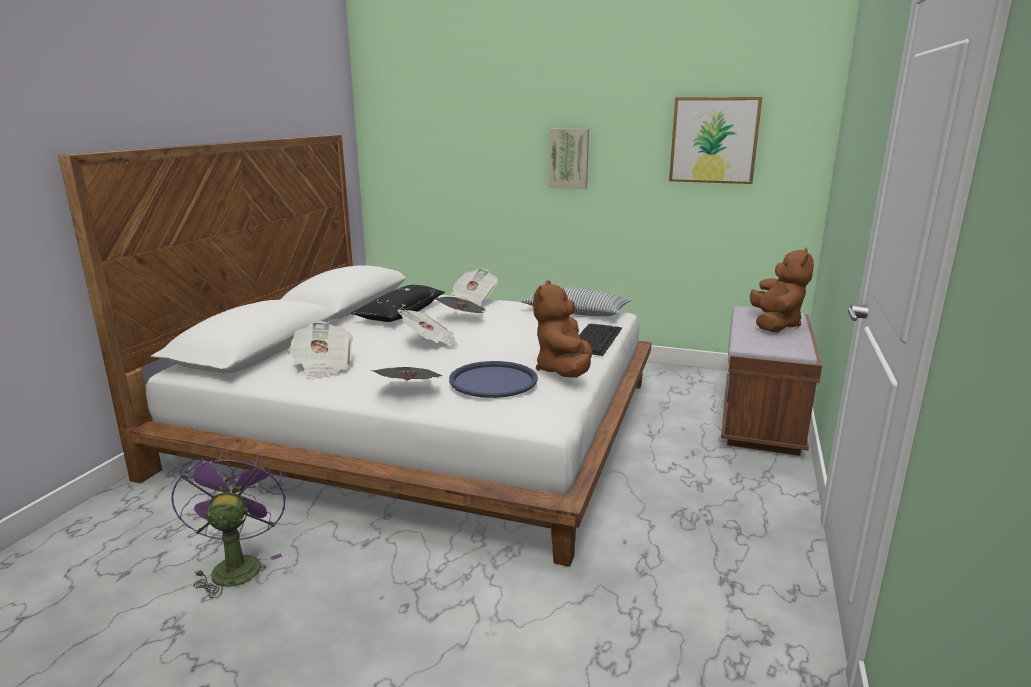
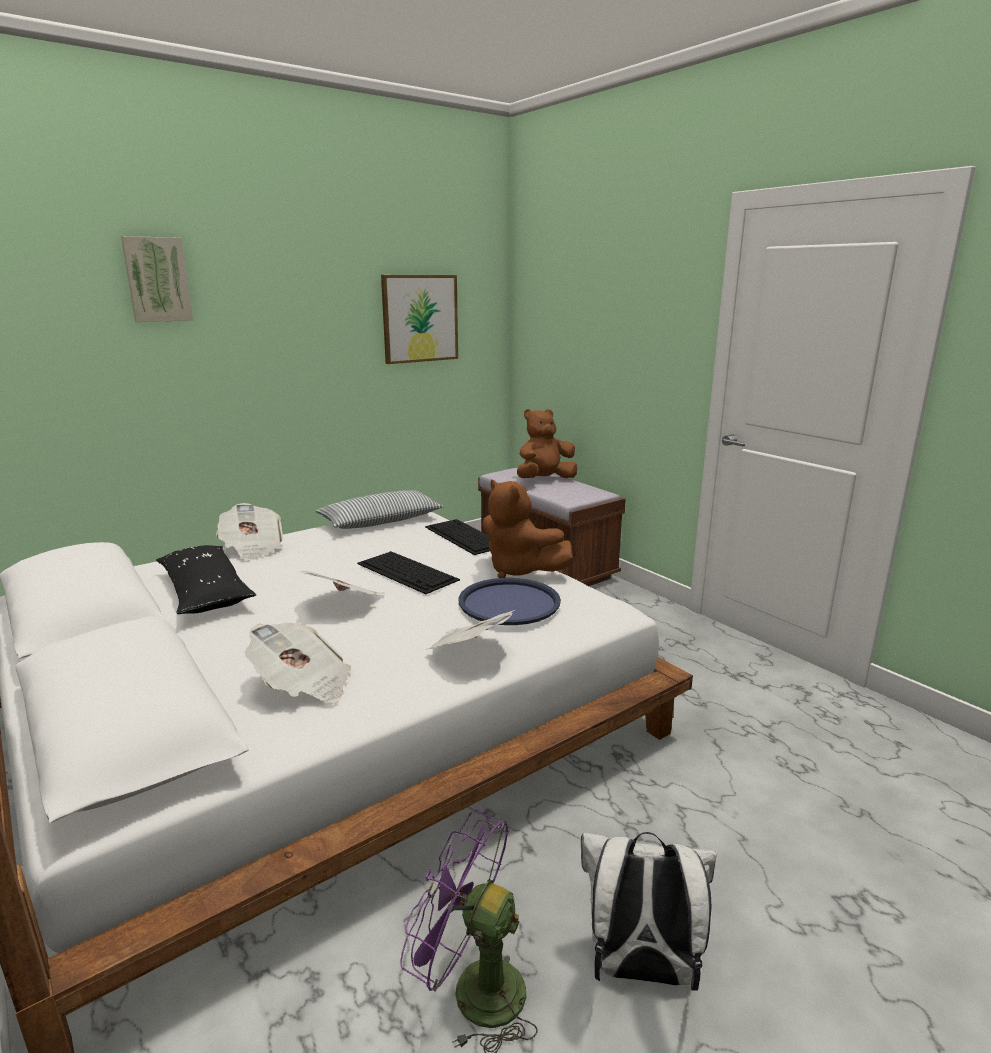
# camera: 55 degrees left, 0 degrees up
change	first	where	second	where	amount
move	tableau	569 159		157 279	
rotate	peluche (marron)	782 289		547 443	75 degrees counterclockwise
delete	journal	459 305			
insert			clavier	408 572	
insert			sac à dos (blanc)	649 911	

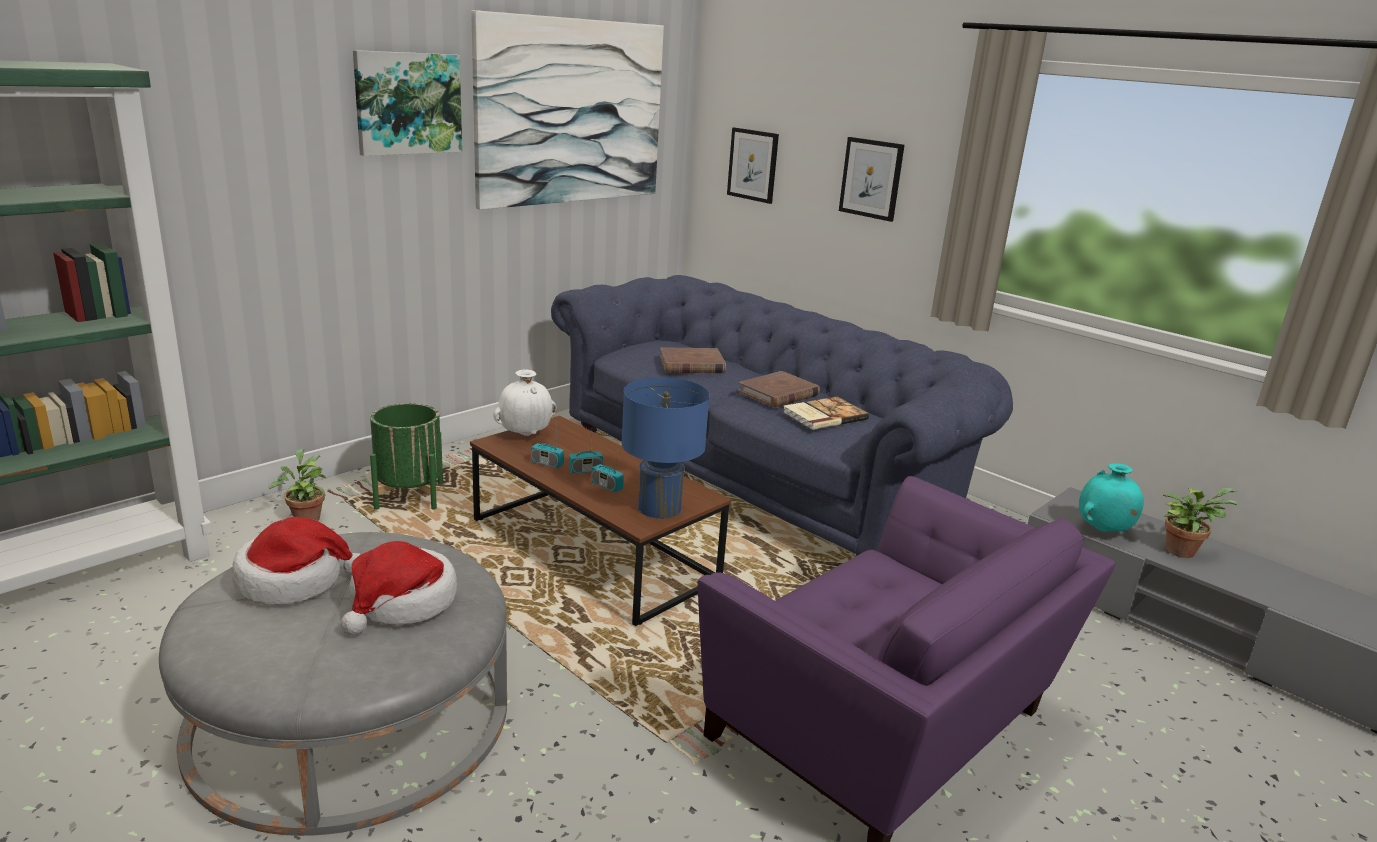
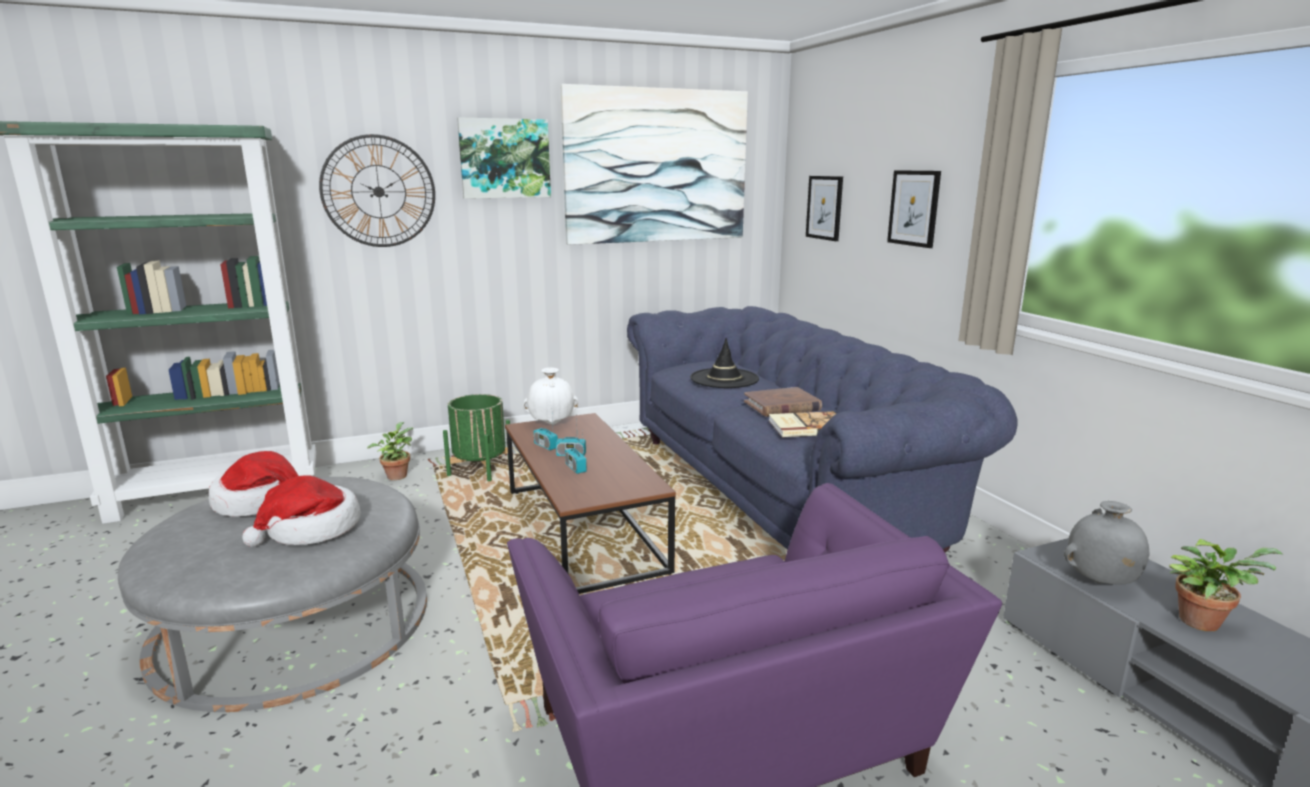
# camera: 25 degrees right, 5 degrees down
change	first	where	second	where	amount
replace	livre (marron)	693 360	chapeau (noir)	724 363	
delete	lampe de table (bleu)	666 448			
recolor	vase (turquoise)	1111 497	vase (gris)	1107 543	
insert			horloge murale	377 190	

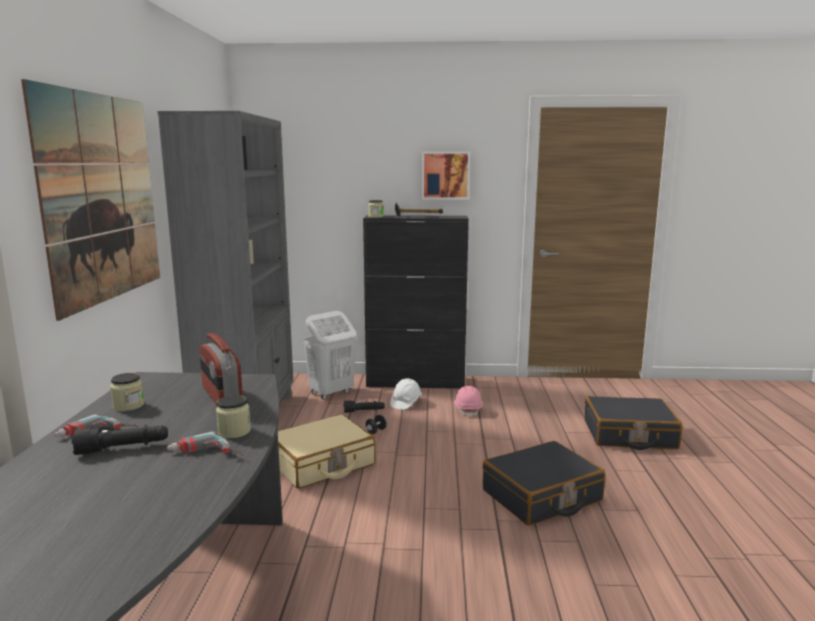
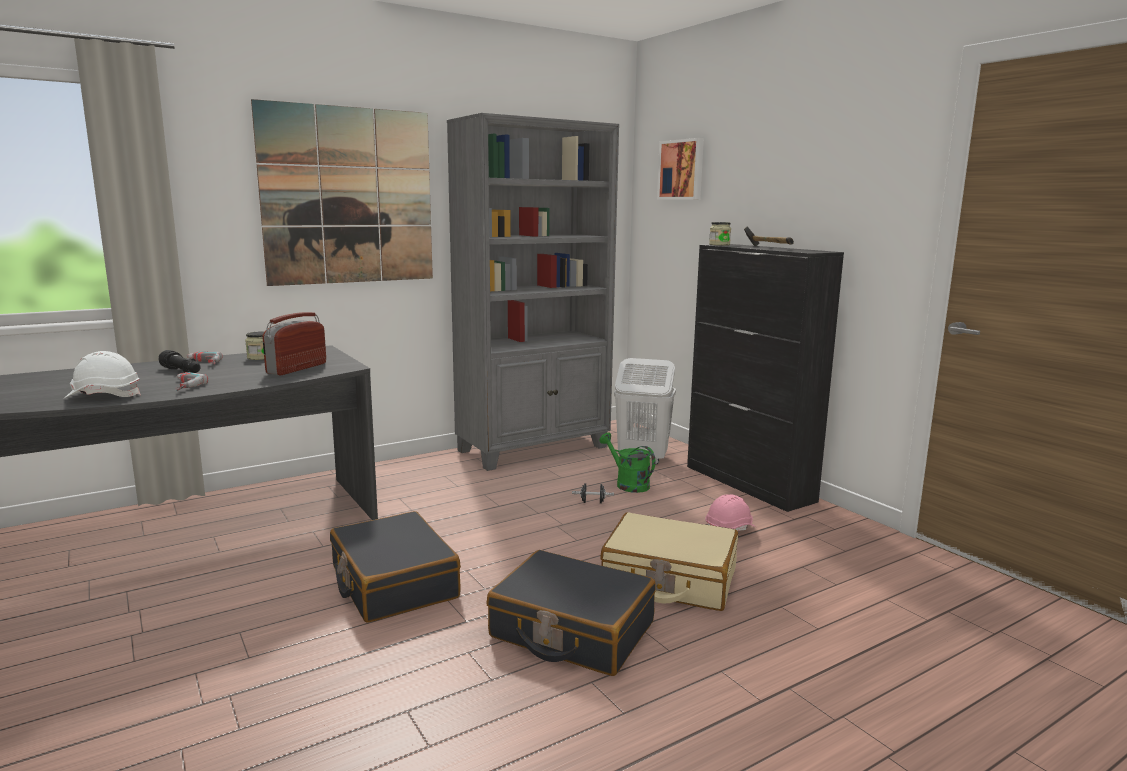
# camera: 55 degrees right, 0 degrees up
change	first	where	second	where	amount
move	tableau	446 175		680 169	
move	casque de chantier (blanc)	406 394		102 375	
delete	bocal	233 416			
move	valise (noir)	633 423		395 567	
replace	lampe de poche (noir)	364 407	arrosoir (vert)	627 462	
move	valise (beige)	327 451		669 561	

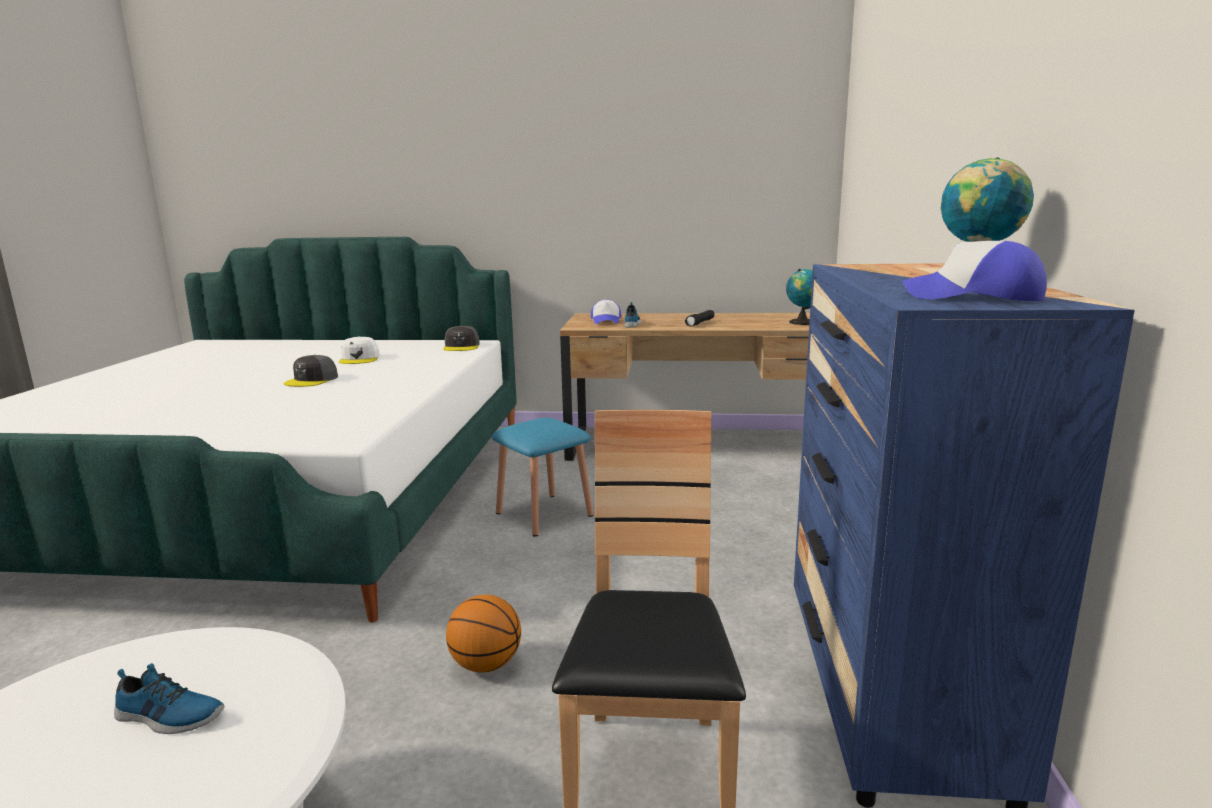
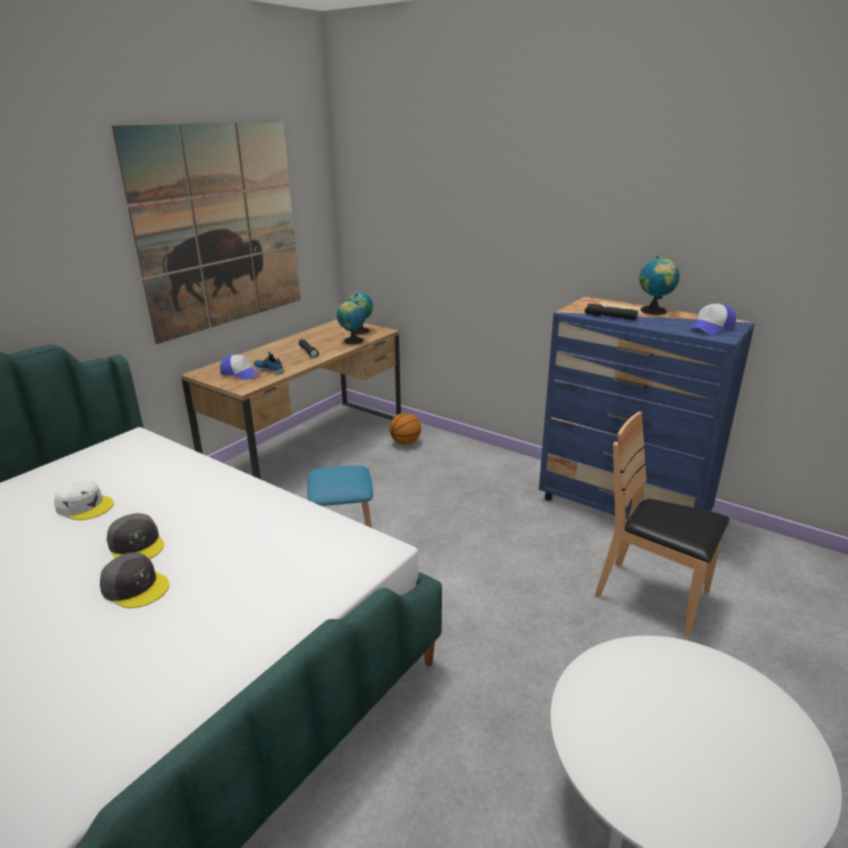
# camera: 60 degrees left, 10 degrees up
change	first	where	second	where	amount
move	casquette (gris)	461 338		134 580	
move	ballon de basket	483 634		405 429	
delete	chaussure	169 698			
insert			tableau	206 232	
insert			globe	351 322	
insert			lampe de poche (noir)	612 311	

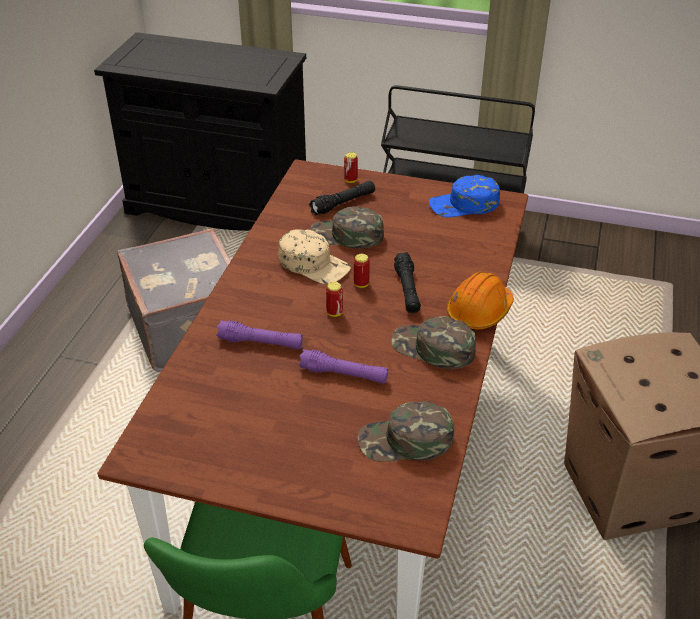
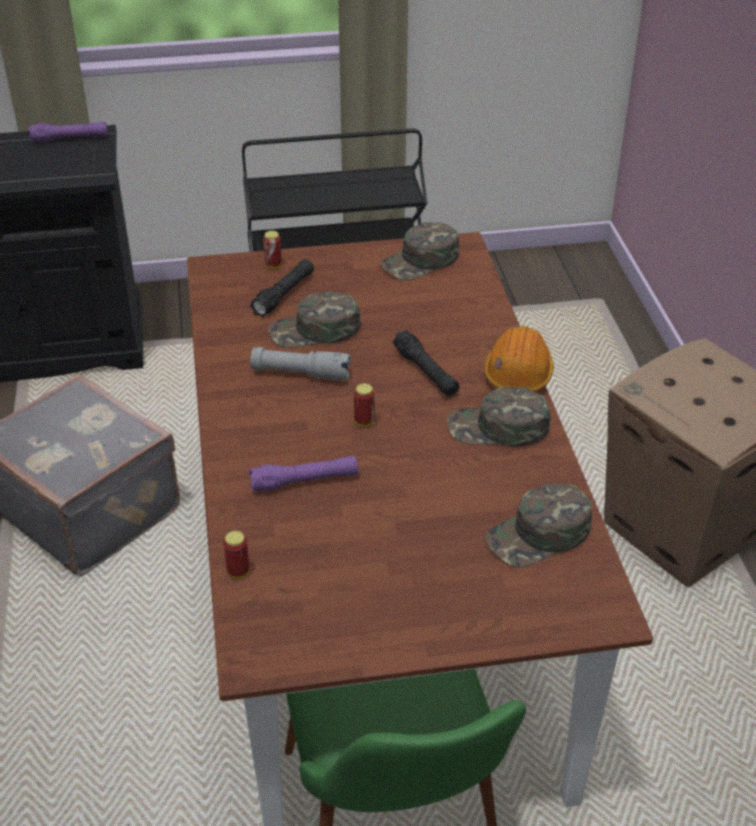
# camera: 25 degrees left, 0 degrees up
change	first	where	second	where	amount
recolor	casquette (bleu)	464 196	casquette (vert)	419 251	
replace	casquette (beige)	314 256	lampe de poche (gris)	300 364	
move	boîte métallique	362 271		236 555	
move	lampe de poche (violet)	343 366		67 132	

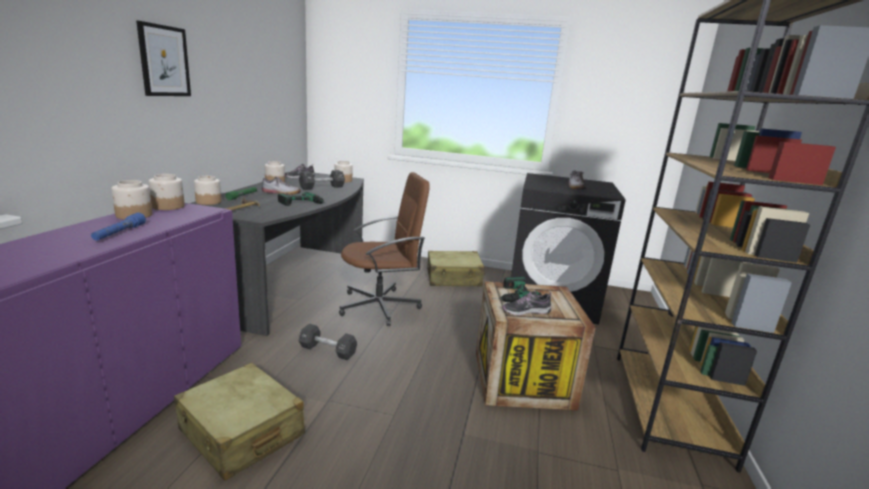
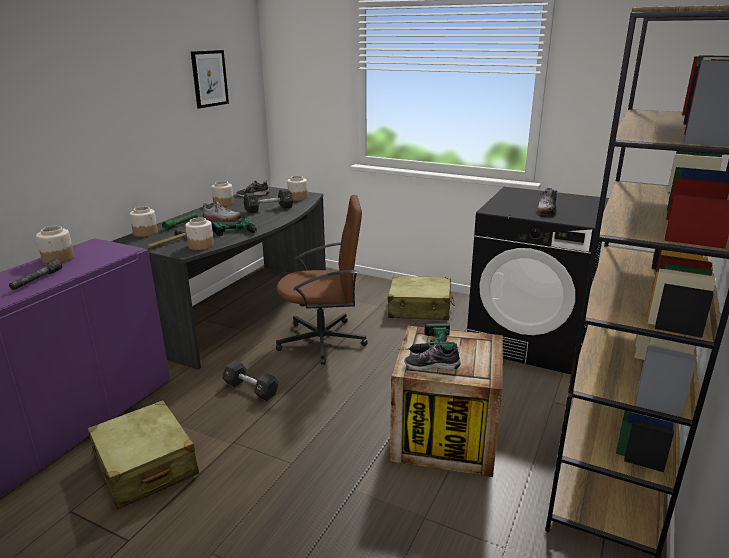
# camera: 15 degrees right, 5 degrees up
change	first	where	second	where	amount
move	tableau	163 58		210 79	
move	bocal	166 192		199 233	
recolor	lampe de poche (bleu)	118 227	lampe de poche (gris)	35 274	

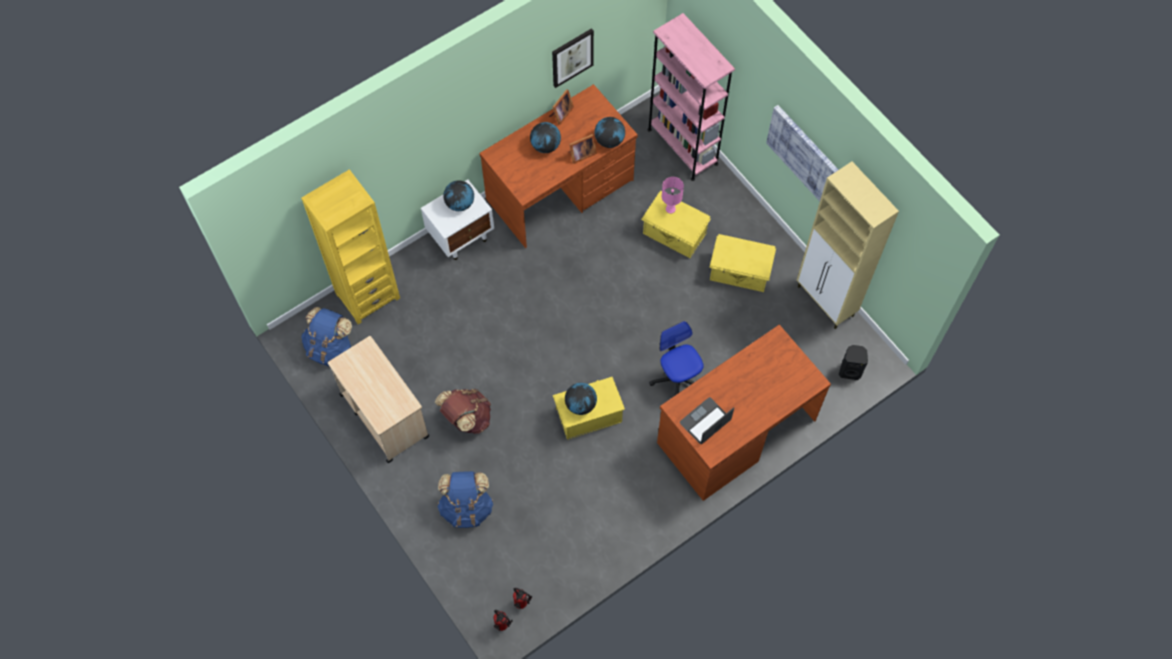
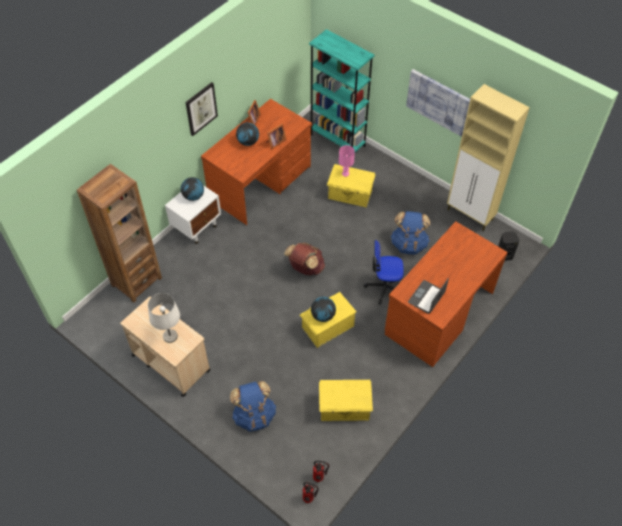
# camera: 15 degrees left, 10 degrees down
change	first	where	second	where	amount
recolor	bibliothèque (rose)	691 97	bibliothèque (turquoise)	341 90	
move	tableau	573 58		201 109	
delete	globe	609 132			
recolor	bibliothèque (jaune)	350 246	bibliothèque (marron)	119 233	
move	boîte de rangement (jaune)	742 263		346 400	
move	sac à dos (bleu)	326 336		410 232	
rotate	chaise de bureau	676 358		384 272	45 degrees counterclockwise
move	sac à dos (marron)	463 411		304 258	
insert			lampe de table (blanc)	164 318	

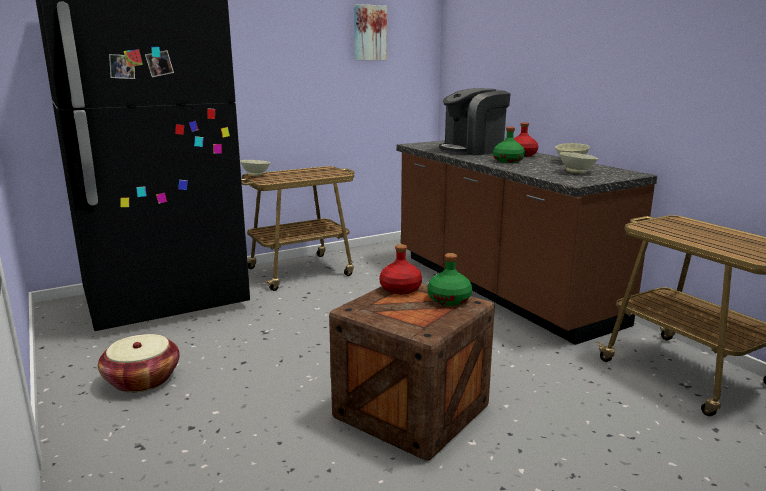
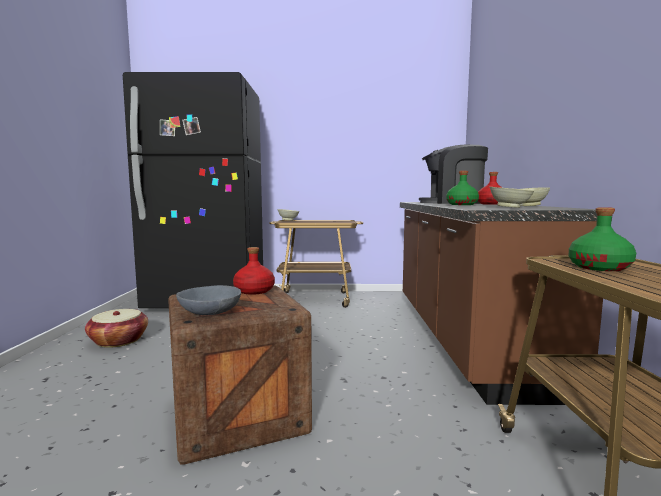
# camera: 30 degrees right, 10 degrees down
change	first	where	second	where	amount
delete	tableau	370 32			
move	bouteille (vert)	449 279		602 239	
insert			bol (gris)	208 300	

